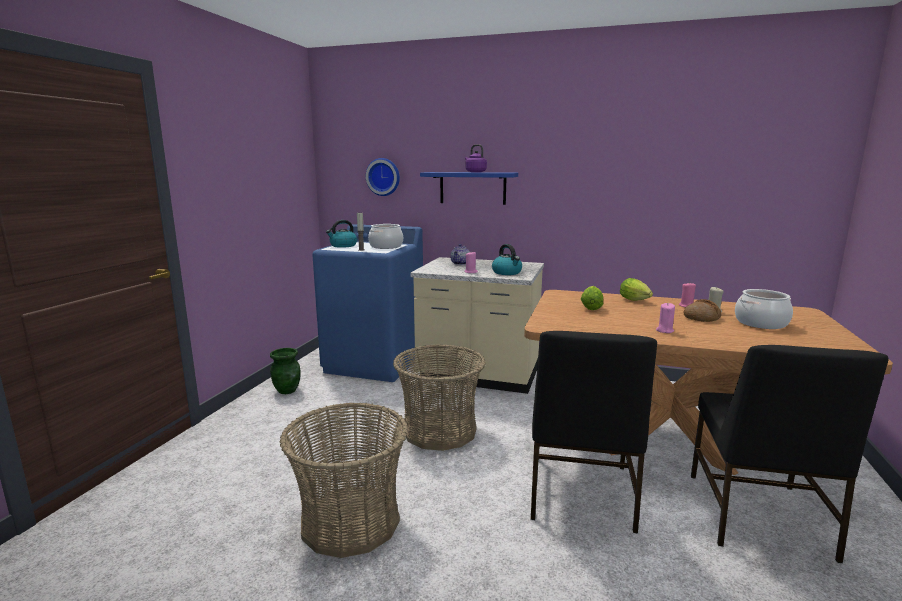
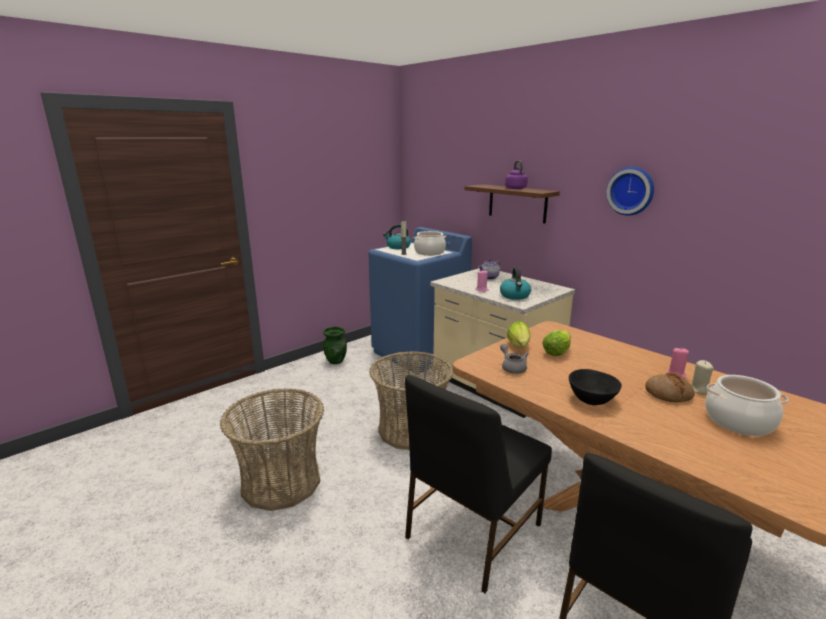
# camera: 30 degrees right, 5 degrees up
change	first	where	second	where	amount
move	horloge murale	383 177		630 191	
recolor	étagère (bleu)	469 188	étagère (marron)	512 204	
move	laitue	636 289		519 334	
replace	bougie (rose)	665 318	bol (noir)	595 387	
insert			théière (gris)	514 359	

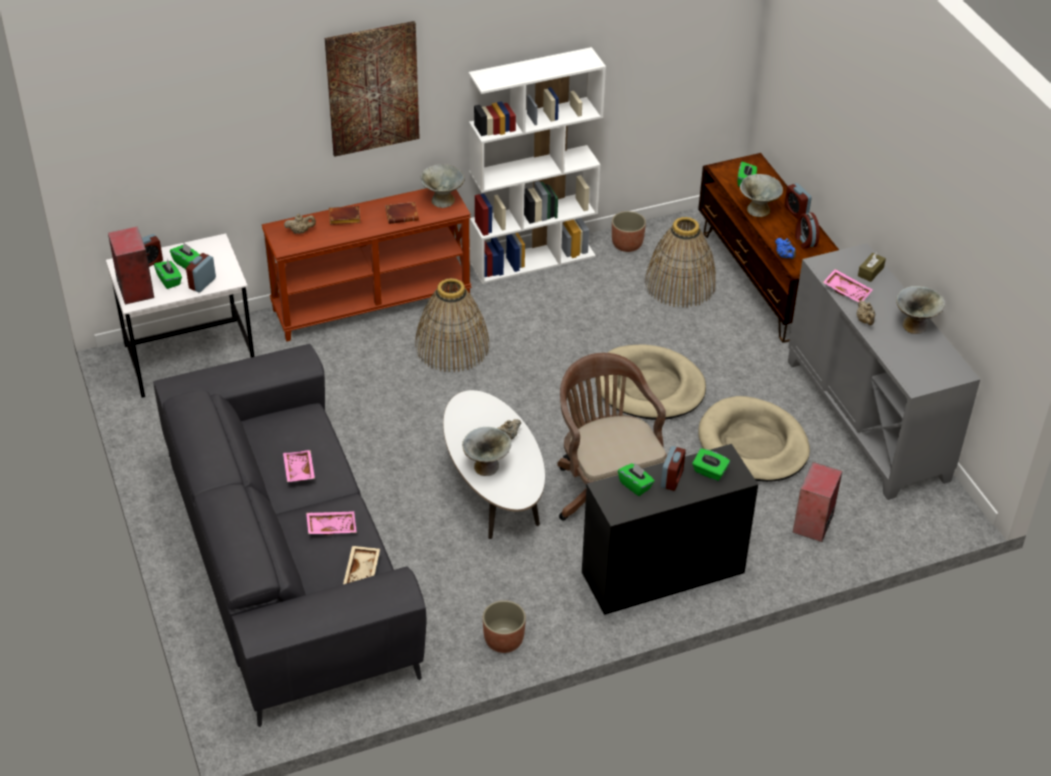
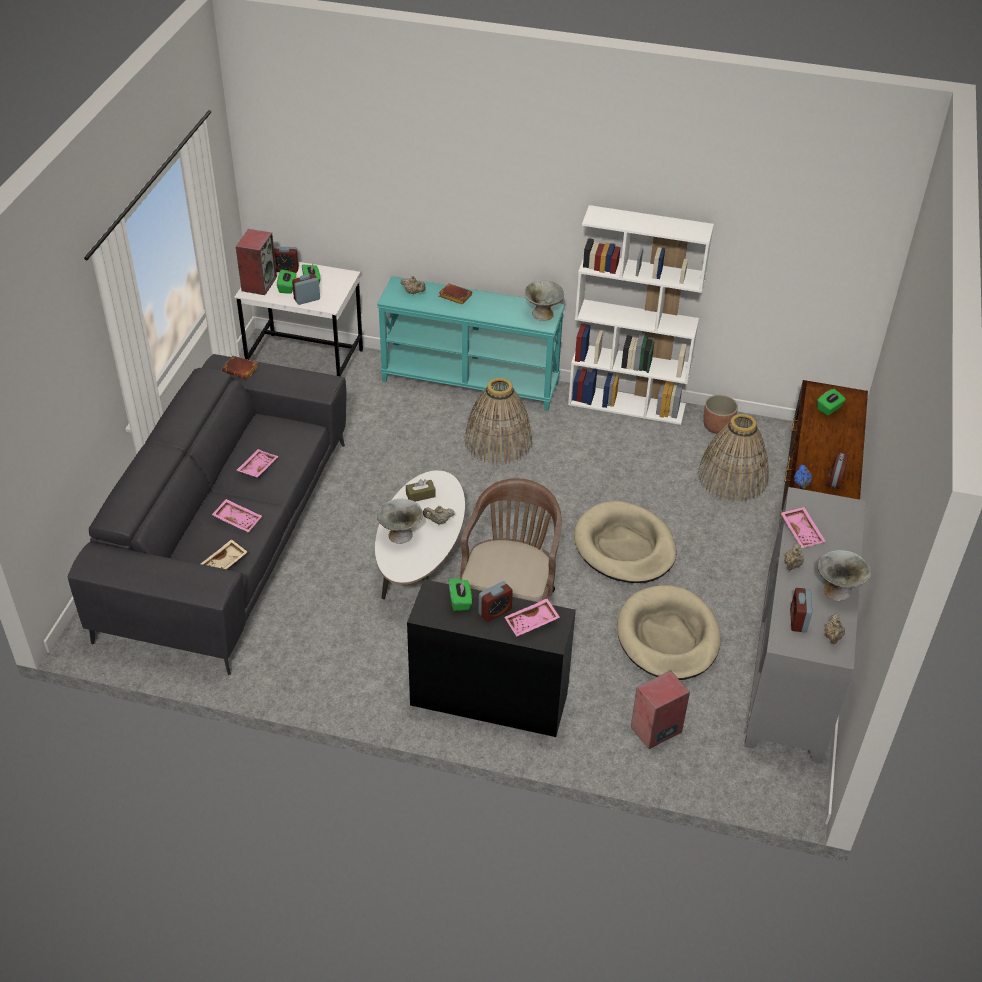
# camera: 35 degrees right, 0 degrees up
change	first	where	second	where	amount
delete	tableau	372 89			
delete	bol (gris)	761 195			
move	réveil	798 201		801 610	
recolor	table console (marron)	367 265	table console (turquoise)	471 343	
move	livre (marron)	402 213		240 367	
move	boîte à mouchoirs (marron)	872 267		421 490	
replace	boîte à mouchoirs (vert)	711 465	plateau (rose)	532 617	
delete	cache-pot	504 626			
insert			théière (beige)	834 629	

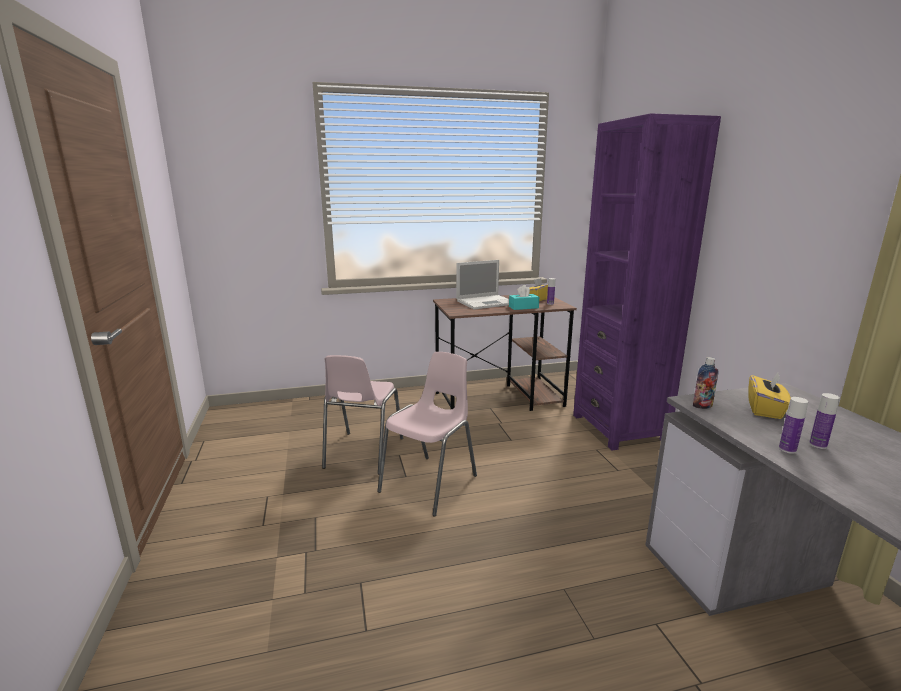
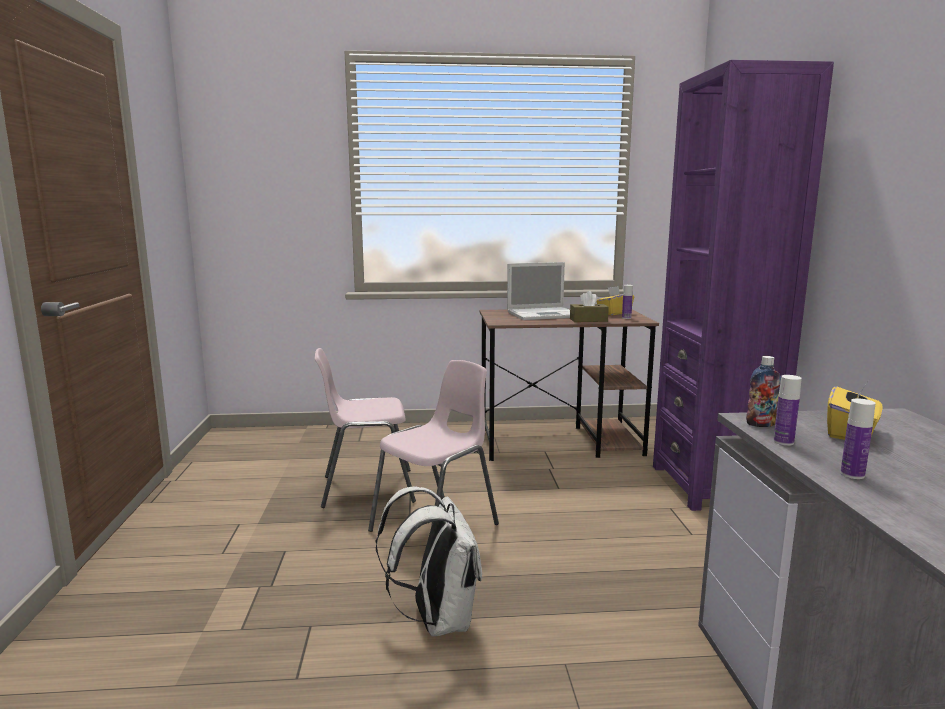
# camera: 10 degrees right, 5 degrees down
change	first	where	second	where	amount
recolor	boîte à mouchoirs (turquoise)	524 297	boîte à mouchoirs (marron)	589 306	
rotate	chaise (rose)	362 415		365 428	60 degrees clockwise
move	bouteille	824 421		787 410	
insert			sac à dos (blanc)	429 562	

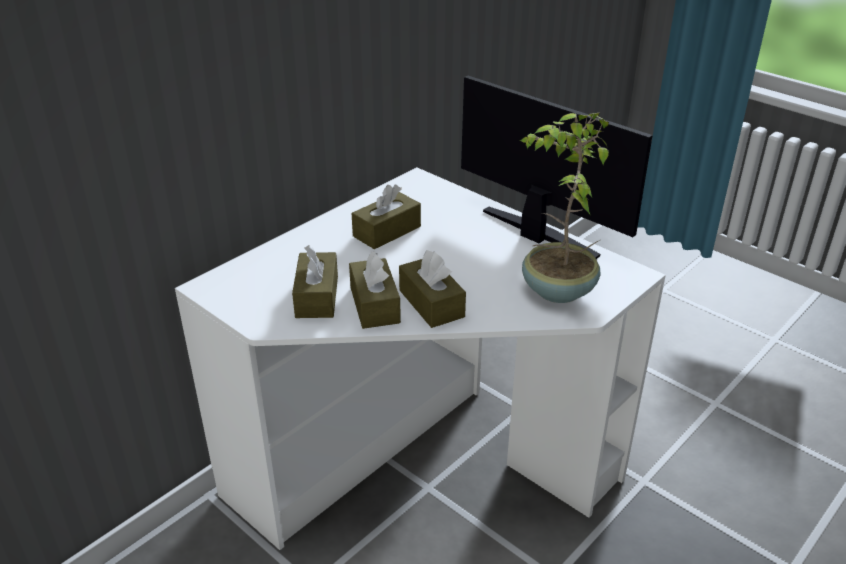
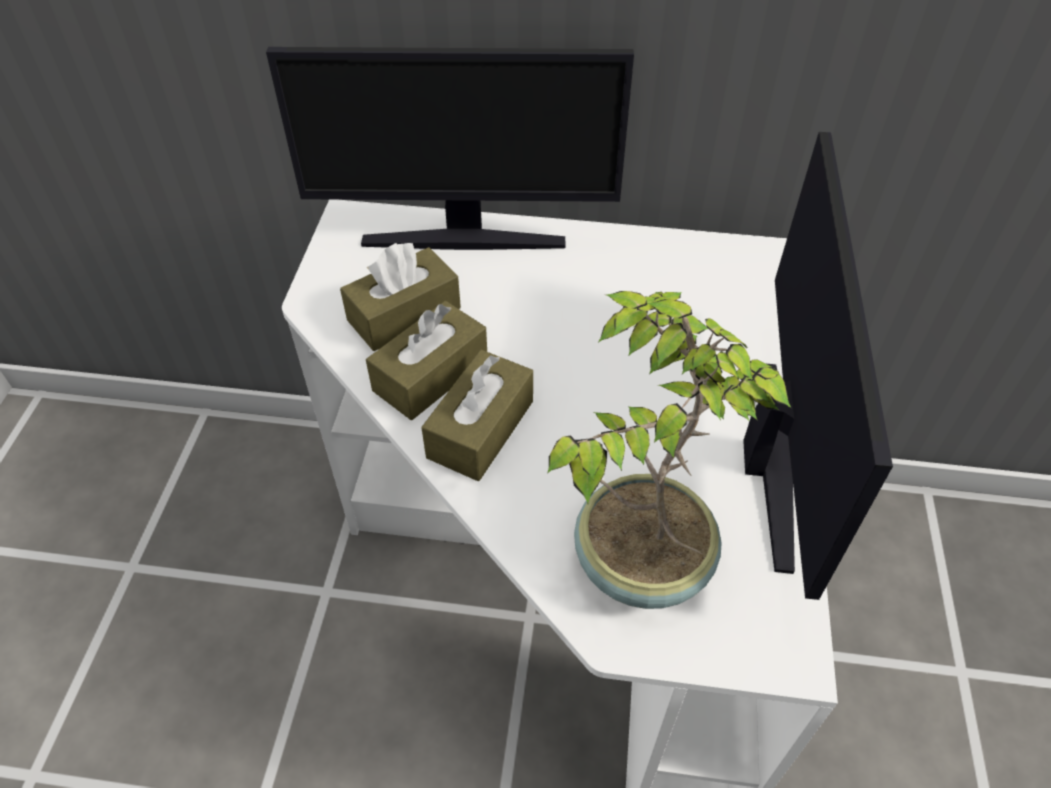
# camera: 55 degrees right, 15 degrees up
change	first	where	second	where	amount
delete	boîte à mouchoirs (marron)	386 217			
insert			écran d'ordinateur	450 148	

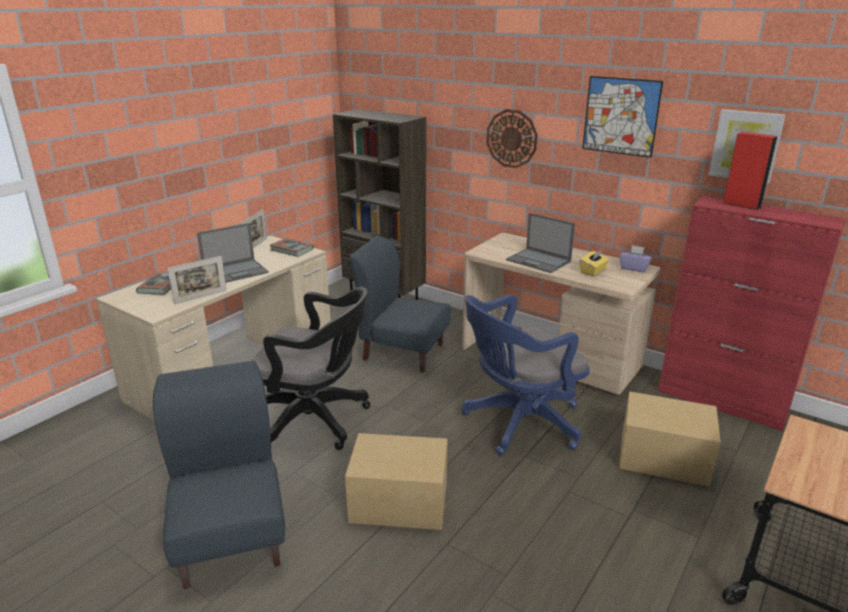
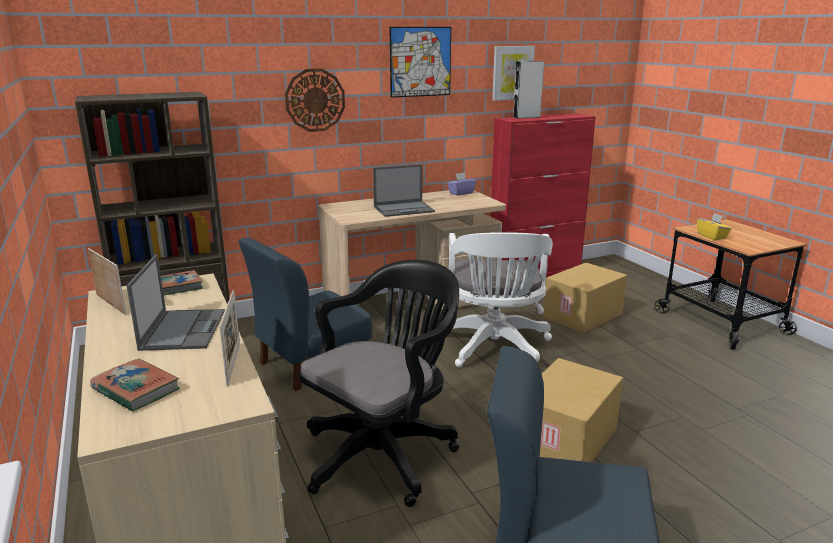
# camera: 60 degrees left, 5 degrees down
change	first	where	second	where	amount
recolor	enceinte (rouge)	751 171	enceinte (gris)	528 89	
move	boîte à mouchoirs (jaune)	594 263		714 226	
recolor	chaise de bureau (bleu)	526 374	chaise de bureau (blanc)	501 299	

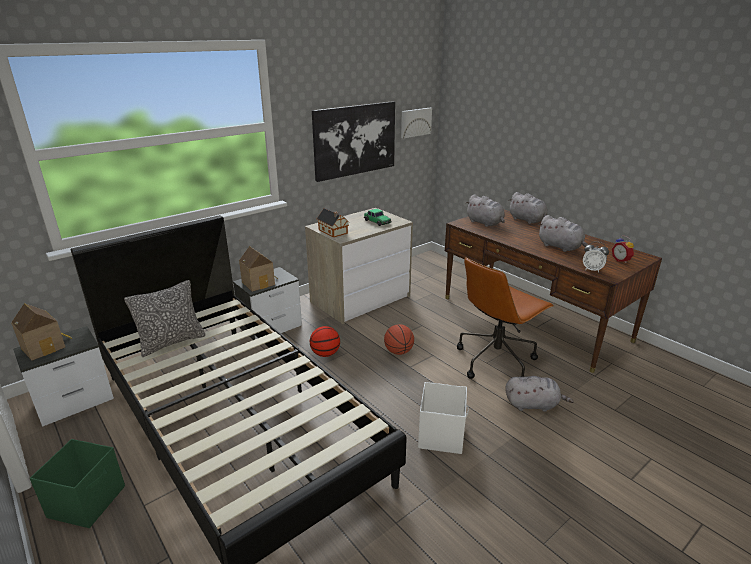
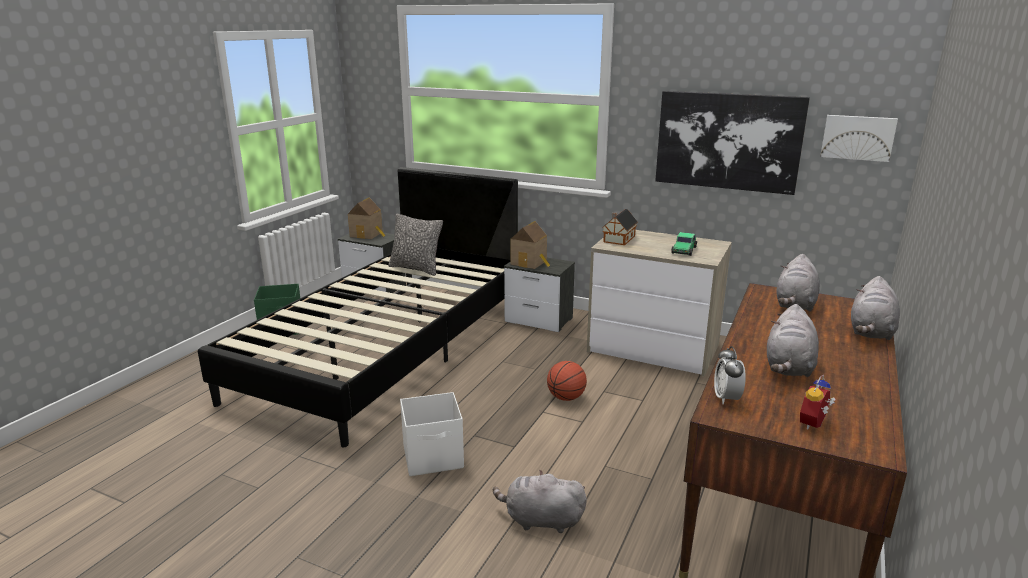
# camera: 65 degrees right, 5 degrees down
change	first	where	second	where	amount
delete	chaise de bureau (marron)	505 318			
delete	ballon de basket	325 341			
rotate	peluche (gris)	539 394		540 501	120 degrees clockwise

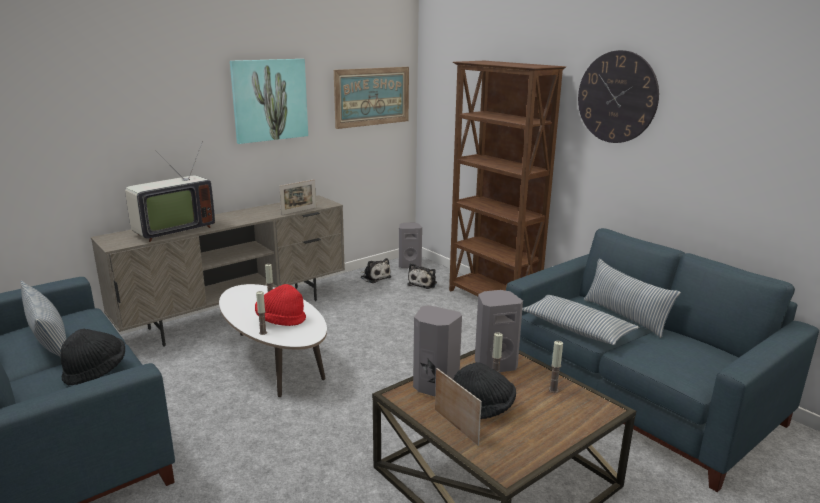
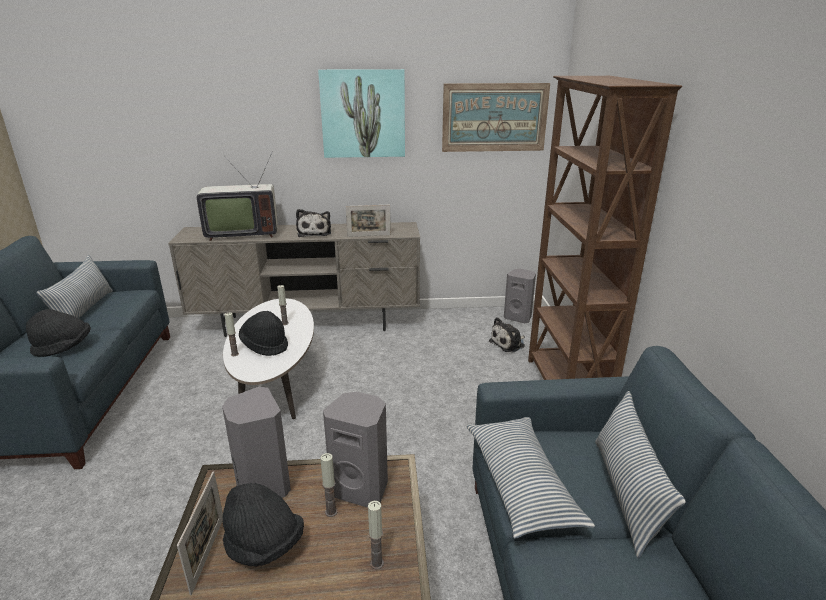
# camera: 35 degrees right, 5 degrees up
change	first	where	second	where	amount
delete	horloge murale	618 96			
move	peluche	376 270		313 223	
recolor	chapeau (rouge)	280 305	chapeau (noir)	263 333	

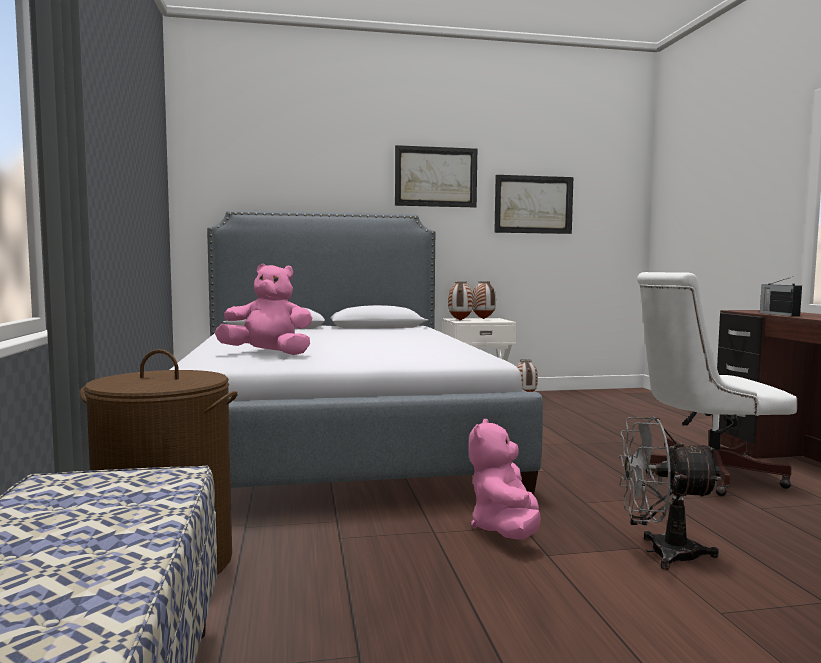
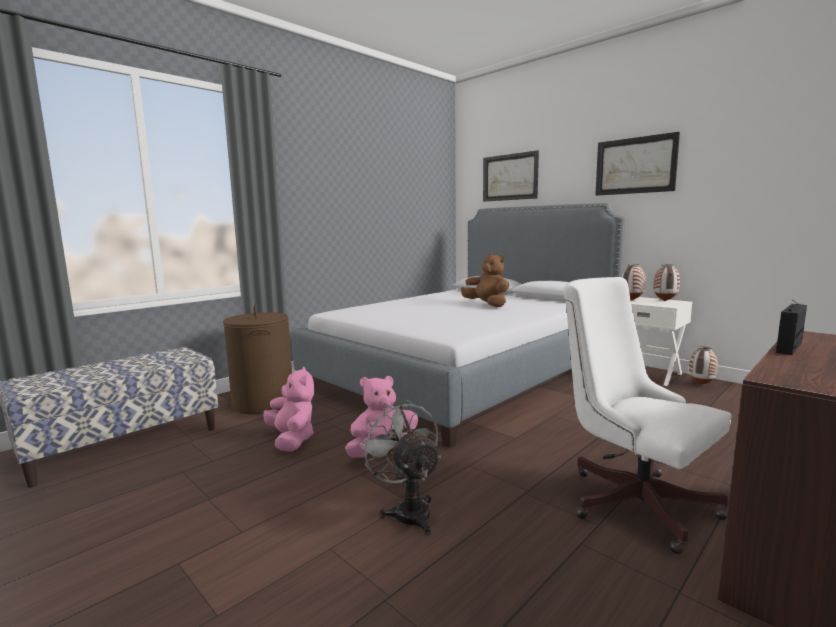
# camera: 55 degrees right, 5 degrees up
change	first	where	second	where	amount
move	tableau	533 204		511 176	
move	peluche (rose)	264 309		288 409	
insert			peluche (marron)	485 280	

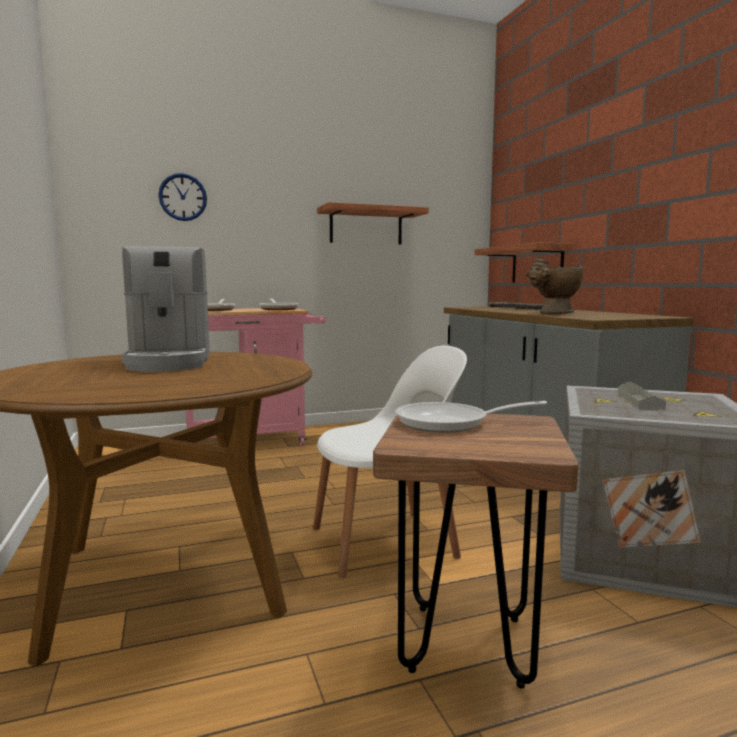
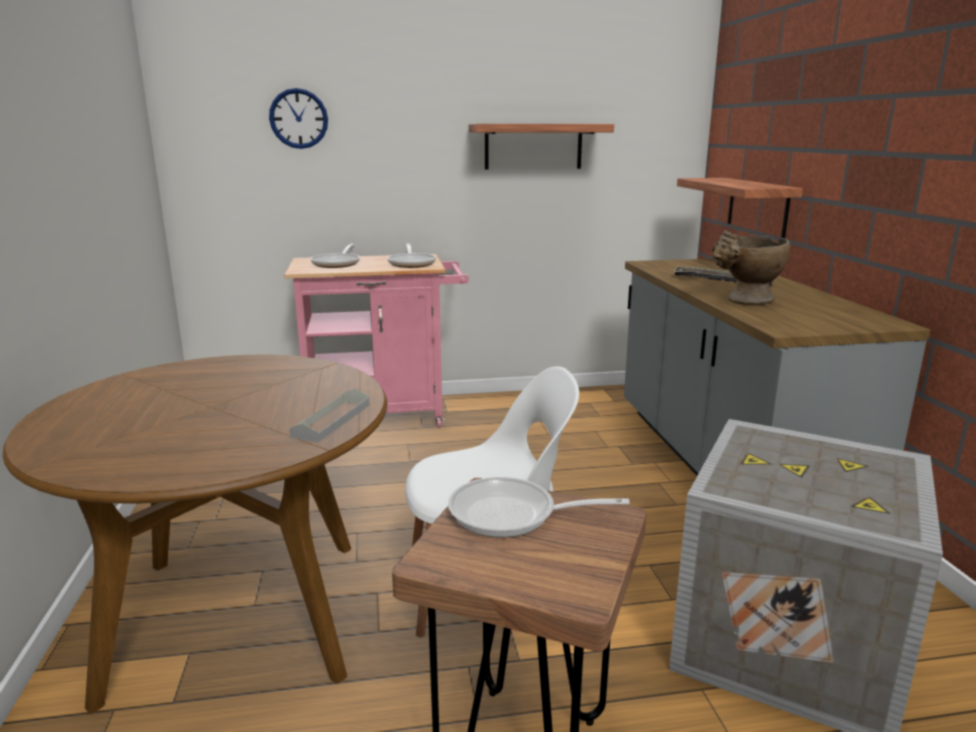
# camera: 10 degrees right, 10 degrees up
change	first	where	second	where	amount
delete	machine à café	165 309			
move	plateau (gris)	642 395		329 415	

